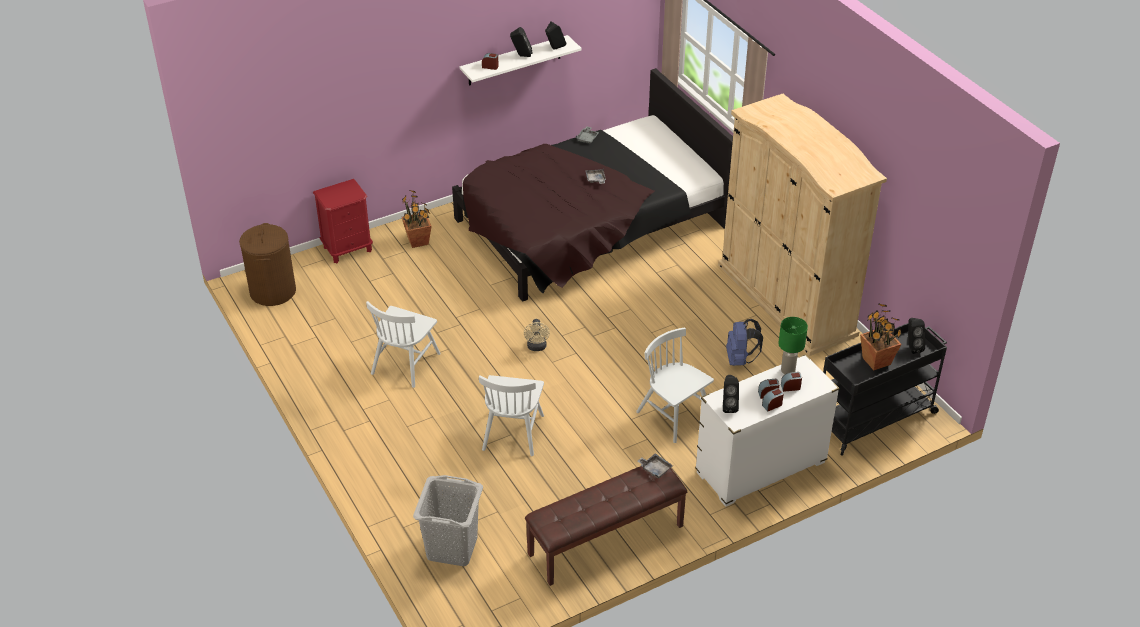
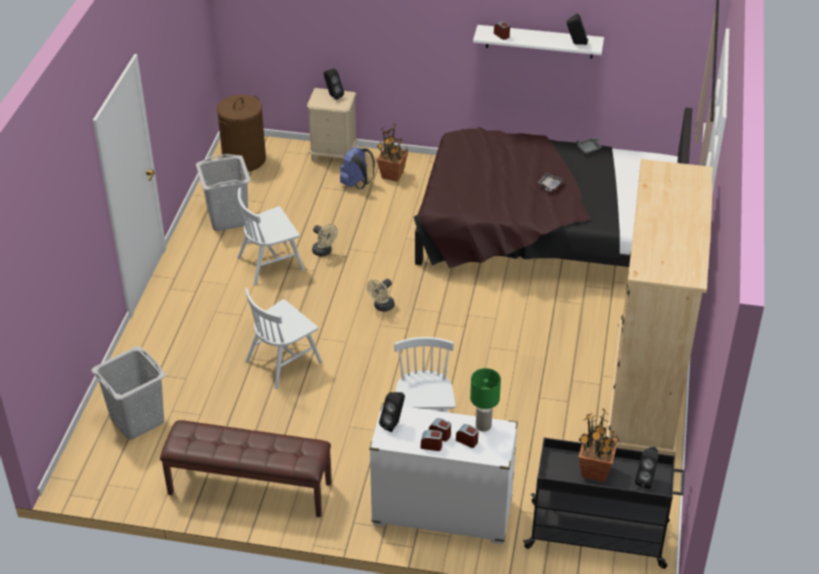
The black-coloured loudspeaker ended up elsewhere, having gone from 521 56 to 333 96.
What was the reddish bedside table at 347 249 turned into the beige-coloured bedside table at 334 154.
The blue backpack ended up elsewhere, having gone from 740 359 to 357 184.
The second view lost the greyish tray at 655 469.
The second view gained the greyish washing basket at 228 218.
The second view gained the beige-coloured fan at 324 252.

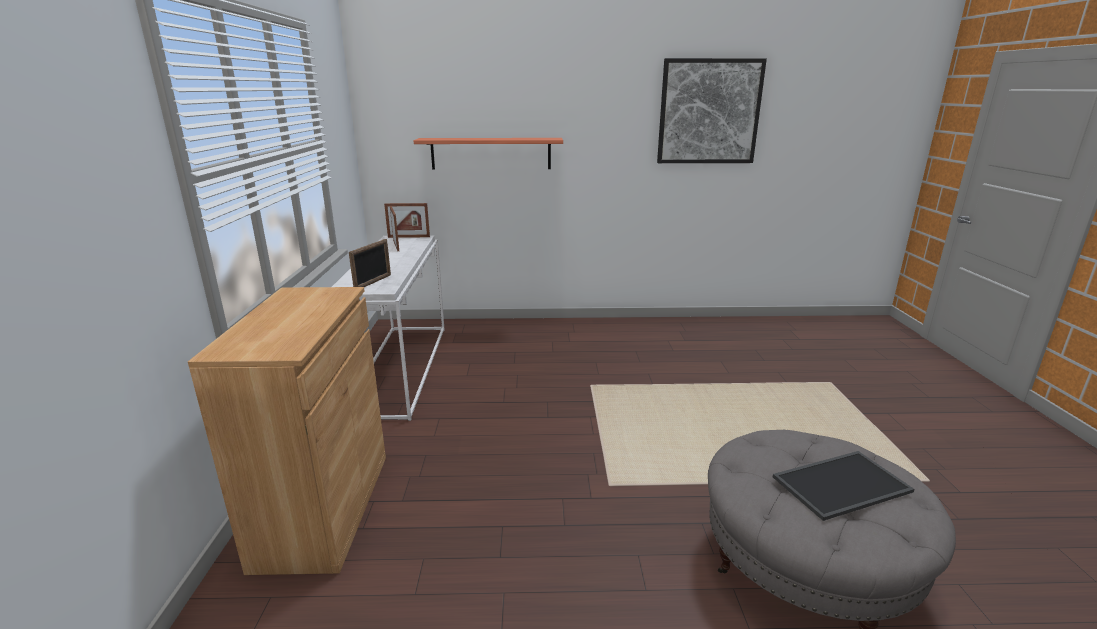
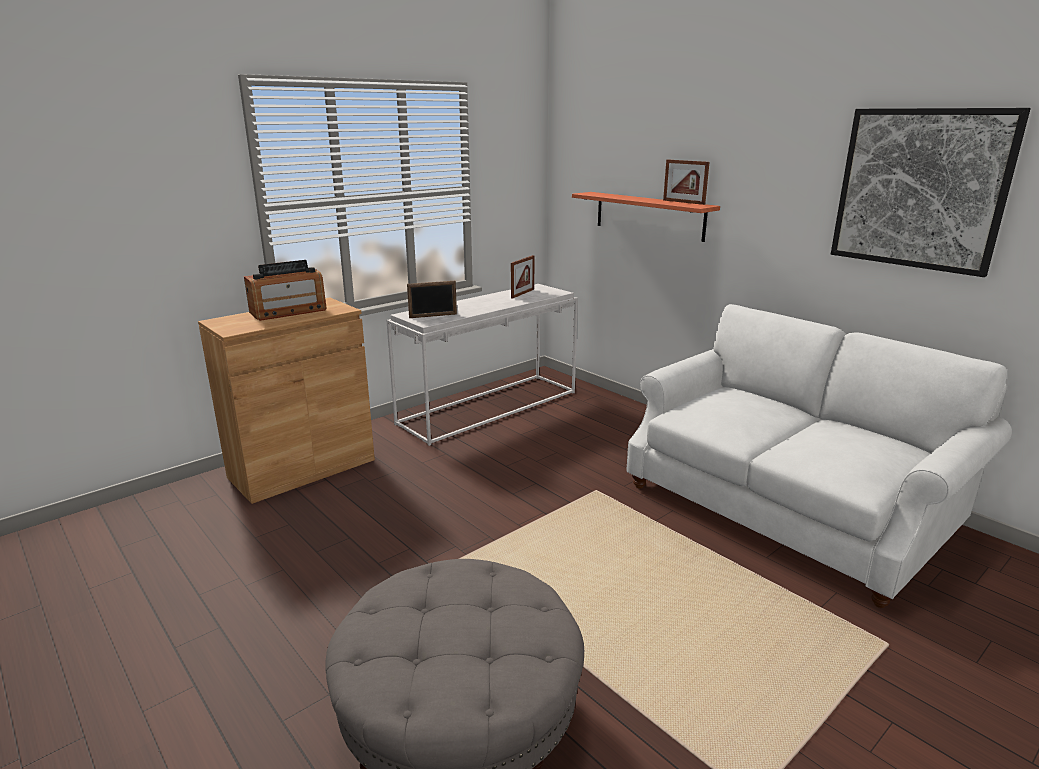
The standing frame ended up elsewhere, having gone from 409 237 to 683 202.
The second view lost the tray at 841 483.
The second view gained the radio set at 288 311.
The second view gained the white-coloured sofa at 787 507.

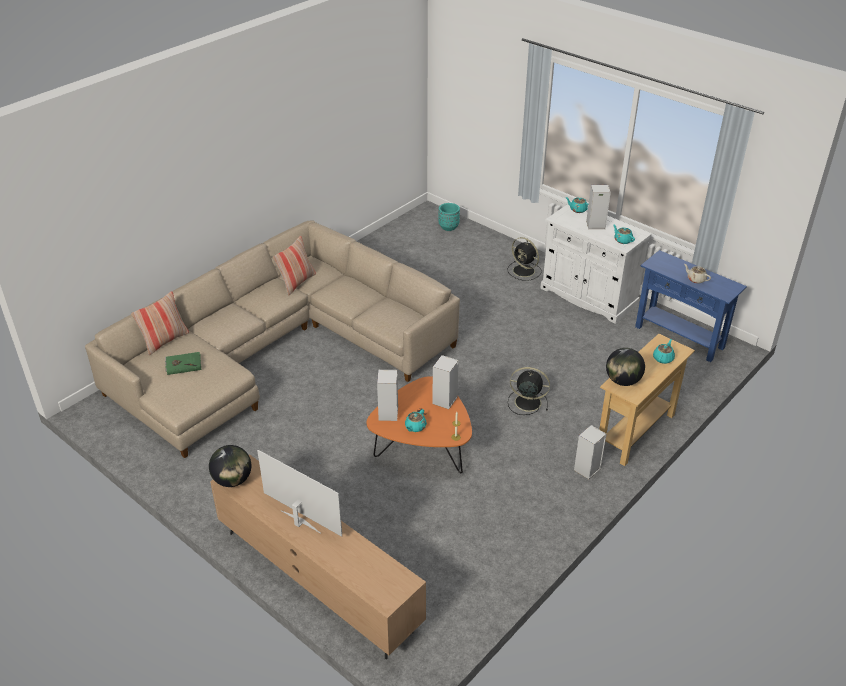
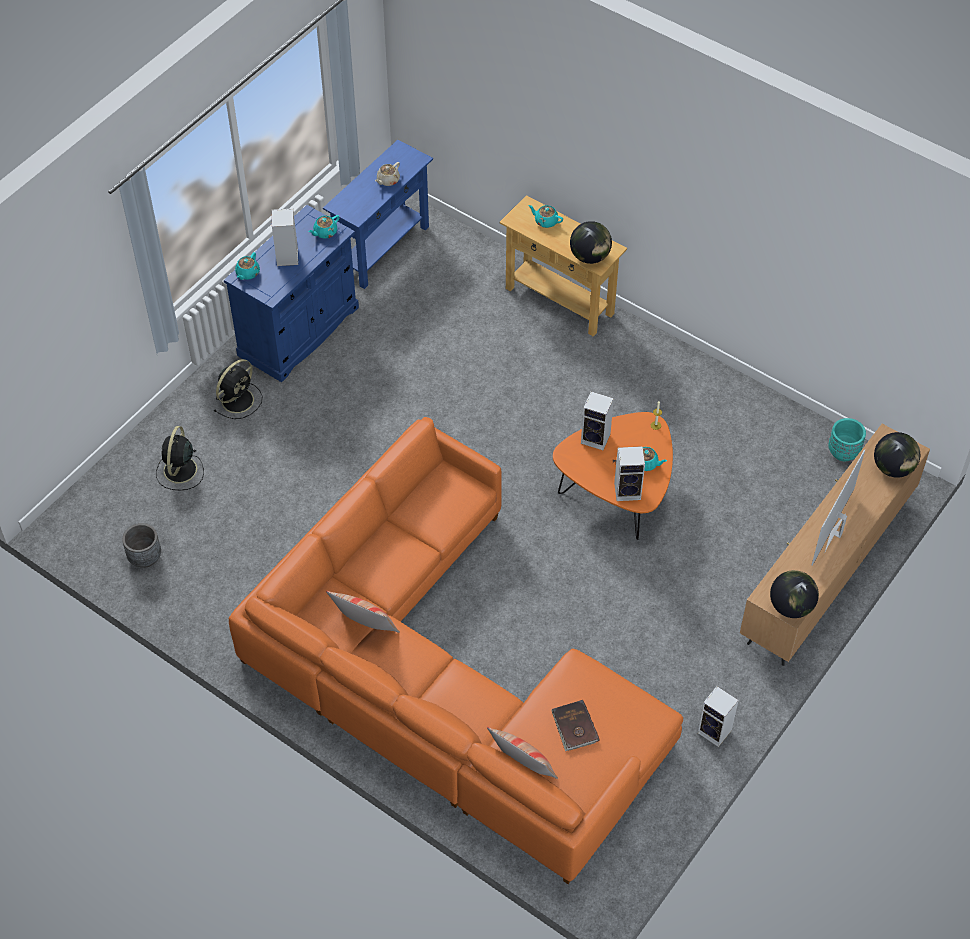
The turquoise-coloured planter ended up elsewhere, having gone from 448 227 to 843 452.
What was the white-coloured cupboard at 588 296 turned into the blue cupboard at 299 331.
What was the beige-coloured sofa at 276 351 turned into the orange sofa at 446 679.
What was the greenish bound book at 183 364 turned into the brown bound book at 574 727.
The black-coloured fan ended up elsewhere, having gone from 526 402 to 180 471.
The loudspeaker ended up elsewhere, having gone from 587 470 to 715 732.
The second view gained the globe at 893 468.
The second view gained the greyish planter at 145 557.

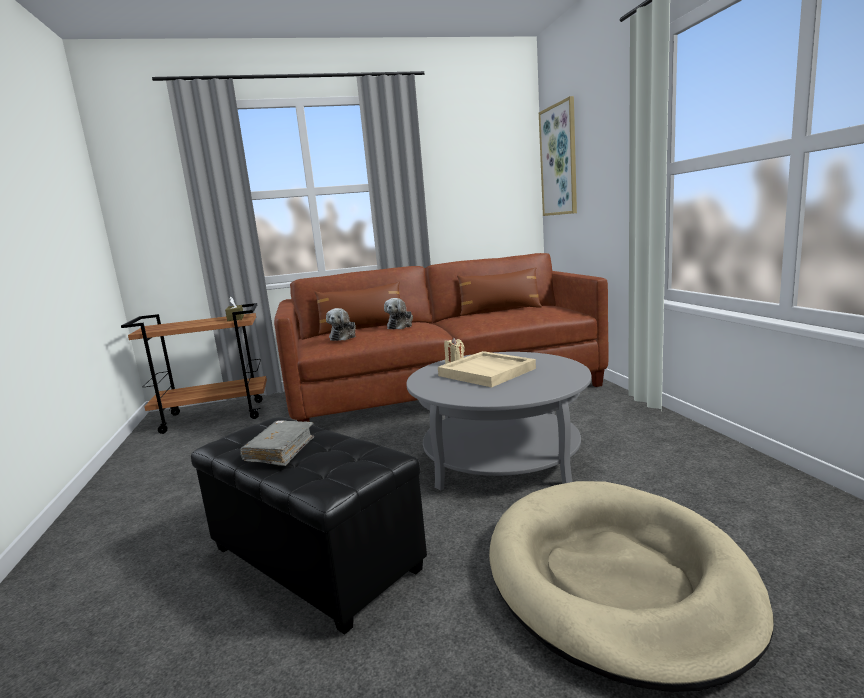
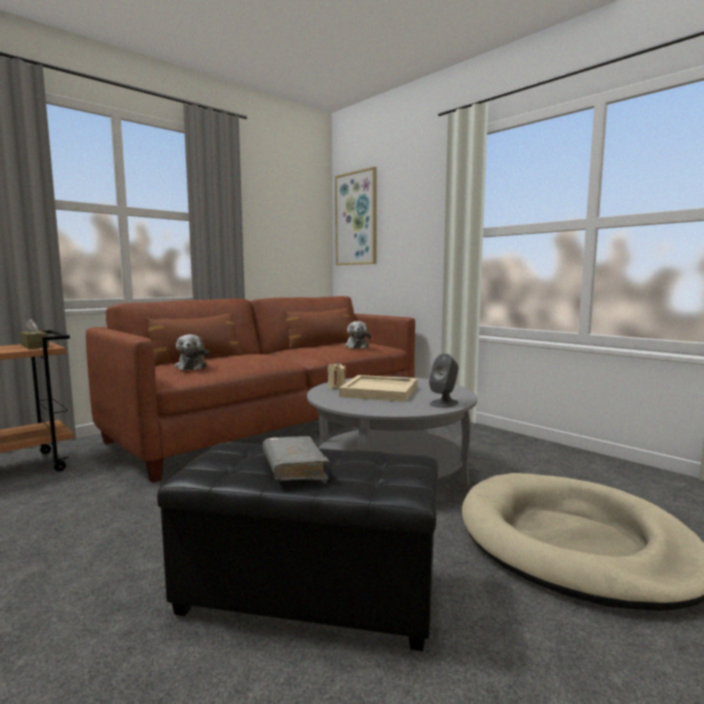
The soft toy ended up elsewhere, having gone from 401 326 to 356 346.
The second view gained the greyish loudspeaker at 444 403.

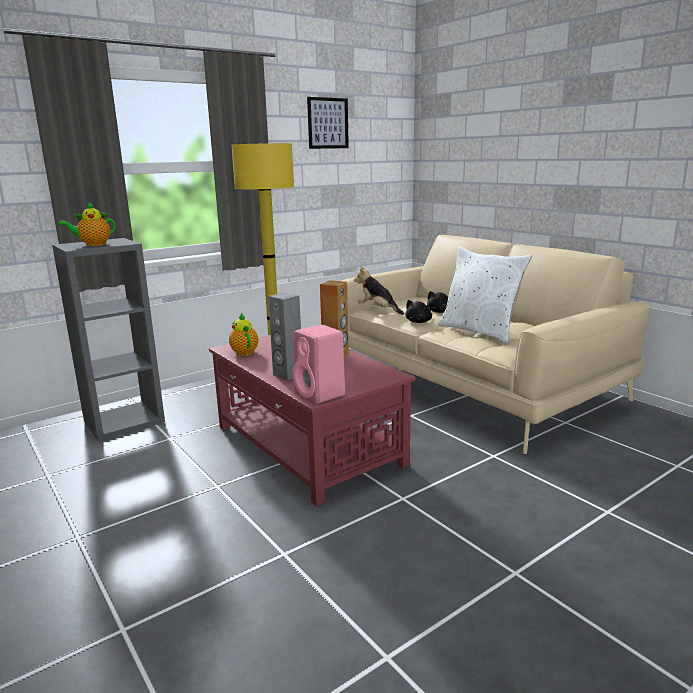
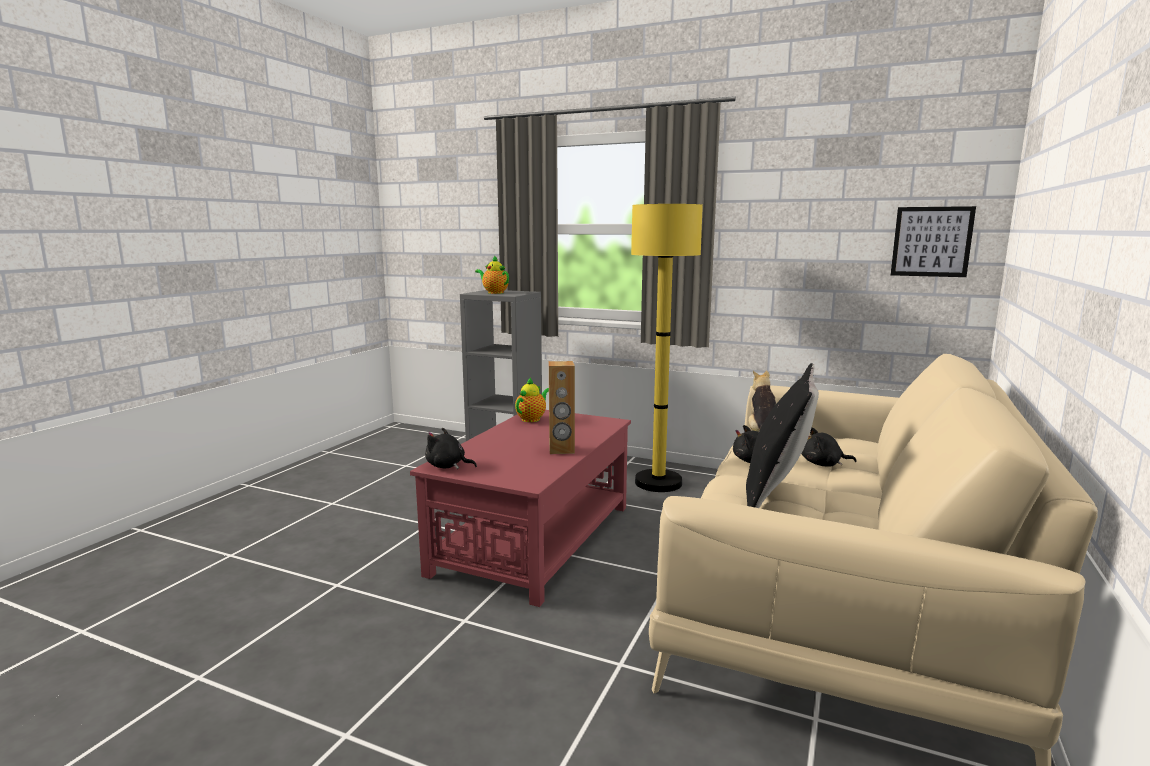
The wall art ended up elsewhere, having gone from 328 123 to 931 241.
What was the white-coloured throw pillow at 479 331 turned into the black-coloured throw pillow at 776 501.
The second view lost the greyish loudspeaker at 287 375.
Where the pinkish loudspeaker stood at 321 394, the black-coloured soft toy came to stand at 447 466.

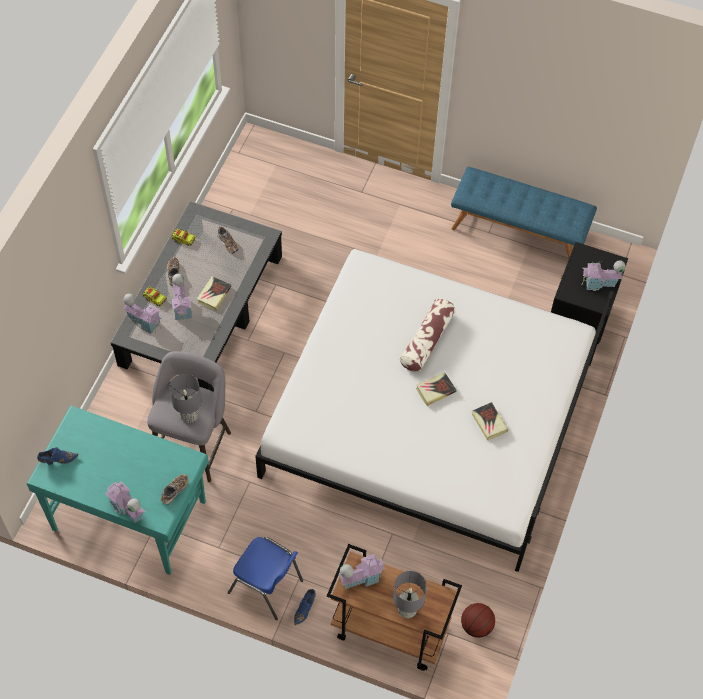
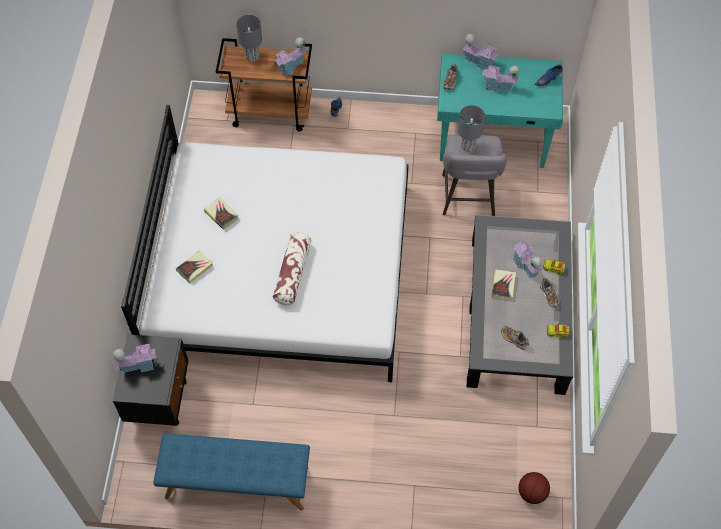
The miniature house ended up elsewhere, having gone from 144 322 to 498 86.
The bound book ended up elsewhere, having gone from 435 390 to 195 268.
The second view lost the blue upright chair at 267 587.
The basketball ball ended up elsewhere, having gone from 476 626 to 532 493.

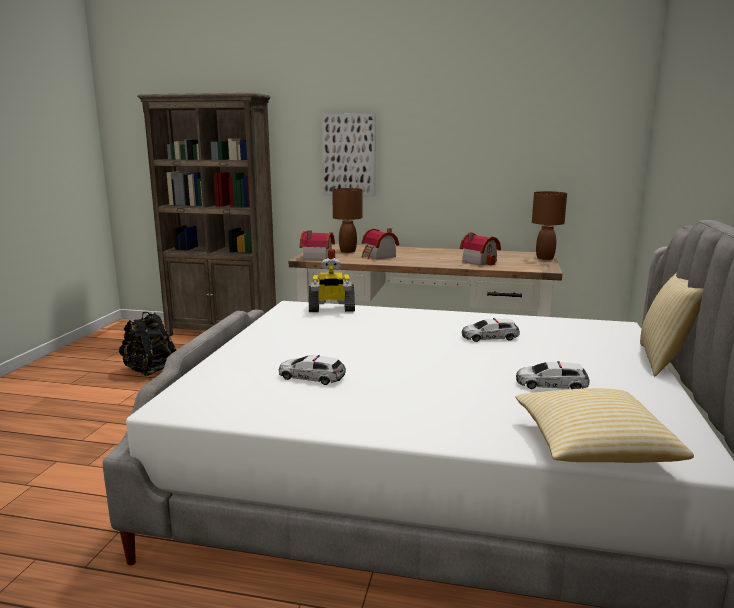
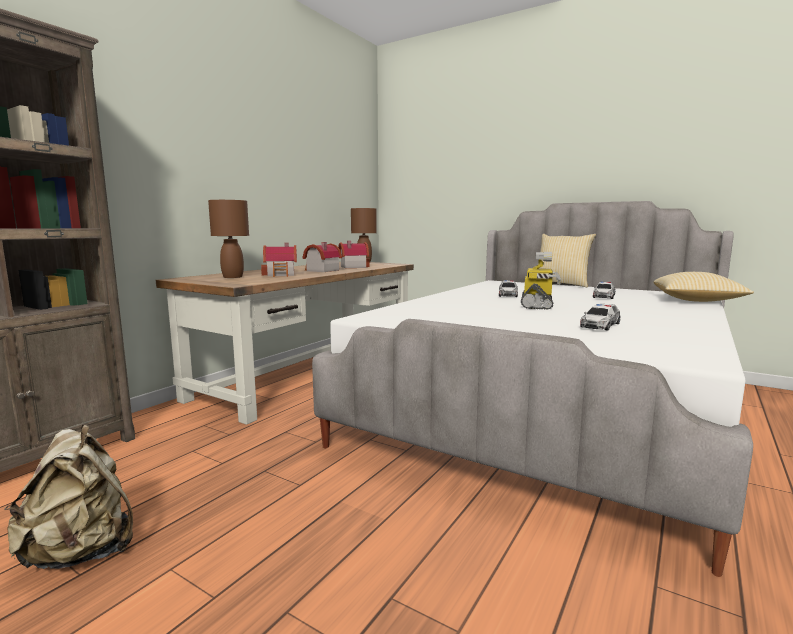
The second view lost the wall art at 349 155.
The miniature house ended up elsewhere, having gone from 317 257 to 320 270.
The model robot ended up elsewhere, having gone from 331 309 to 537 305.
What was the black-coloured backpack at 149 370 turned into the beige-coloured backpack at 81 552.

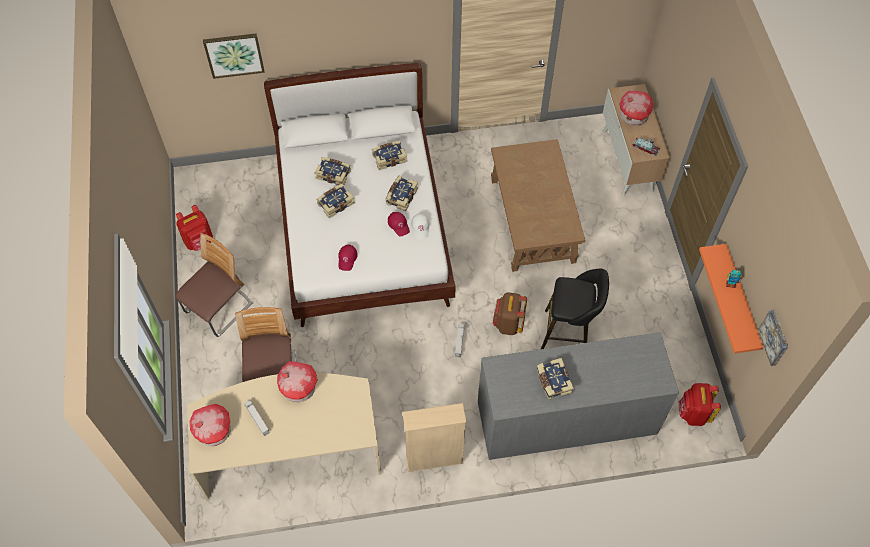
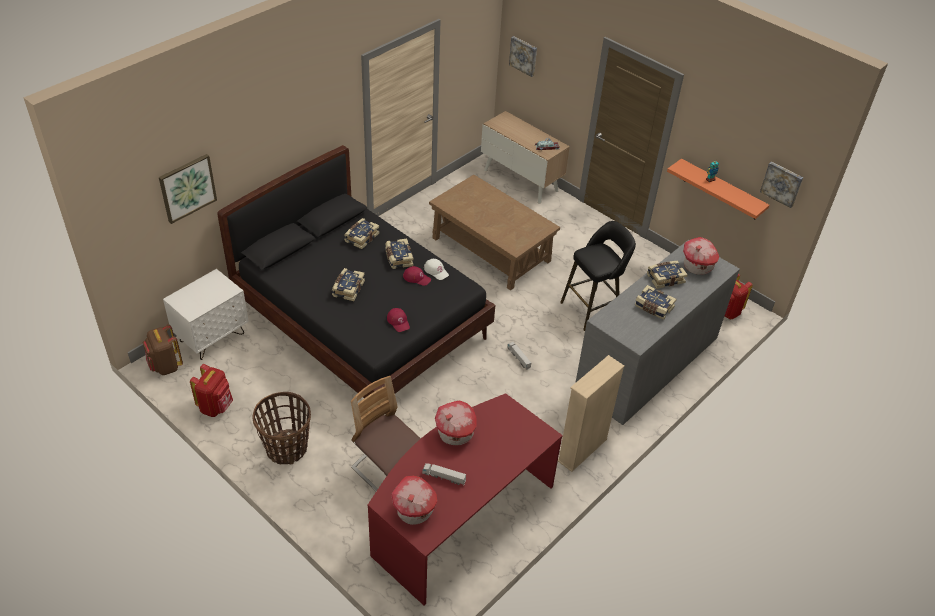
What was the white-coloured sleeping bed at 363 229 turned into the black-coloured sleeping bed at 362 321.
The miniature house ended up elsewhere, having gone from 633 116 to 697 266.
The bound book ended up elsewhere, having gone from 333 174 to 665 278.
Where the upright chair stood at 219 308, the basket came to stand at 286 448.
The brown backpack ended up elsewhere, having gone from 508 324 to 165 366.
What was the beige-coloured desk unit at 291 449 turned into the reddish desk unit at 460 517.
The second view gained the wall art at 523 56.
The second view gained the white-coloured bedside table at 212 337.

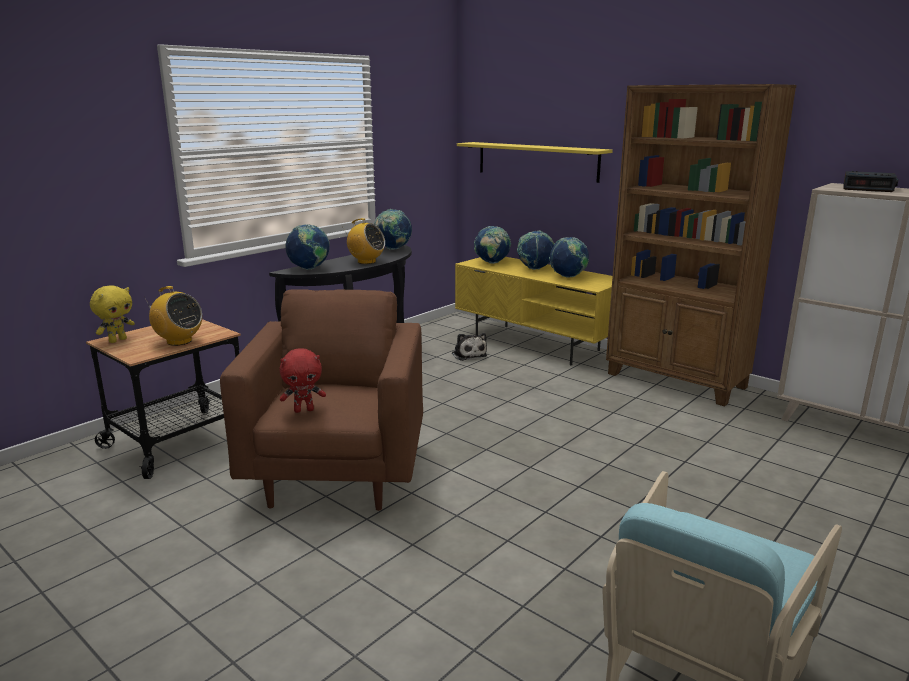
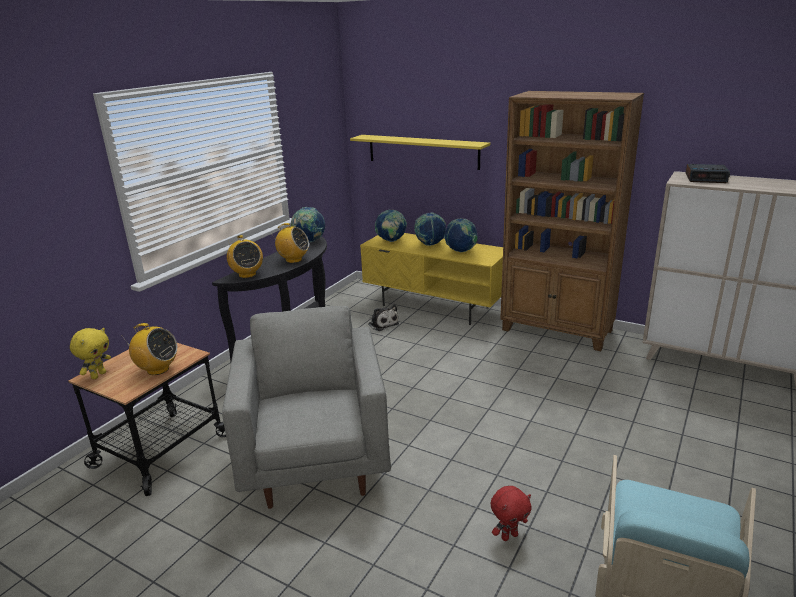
Where the globe stood at 309 269, the radio set came to stand at 247 274.
What was the brown armchair at 338 473 turned into the greyish armchair at 316 463.
The reddish soft toy ended up elsewhere, having gone from 304 410 to 509 536.

